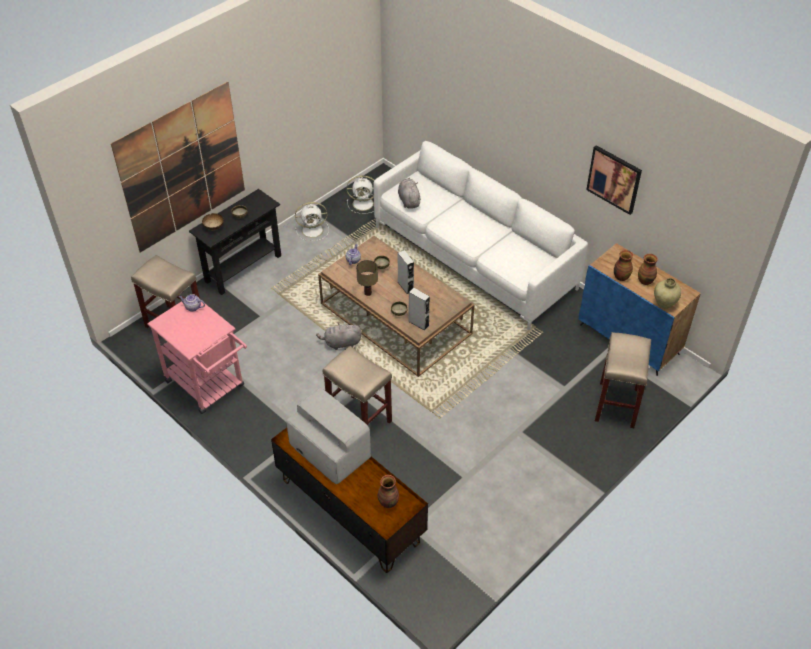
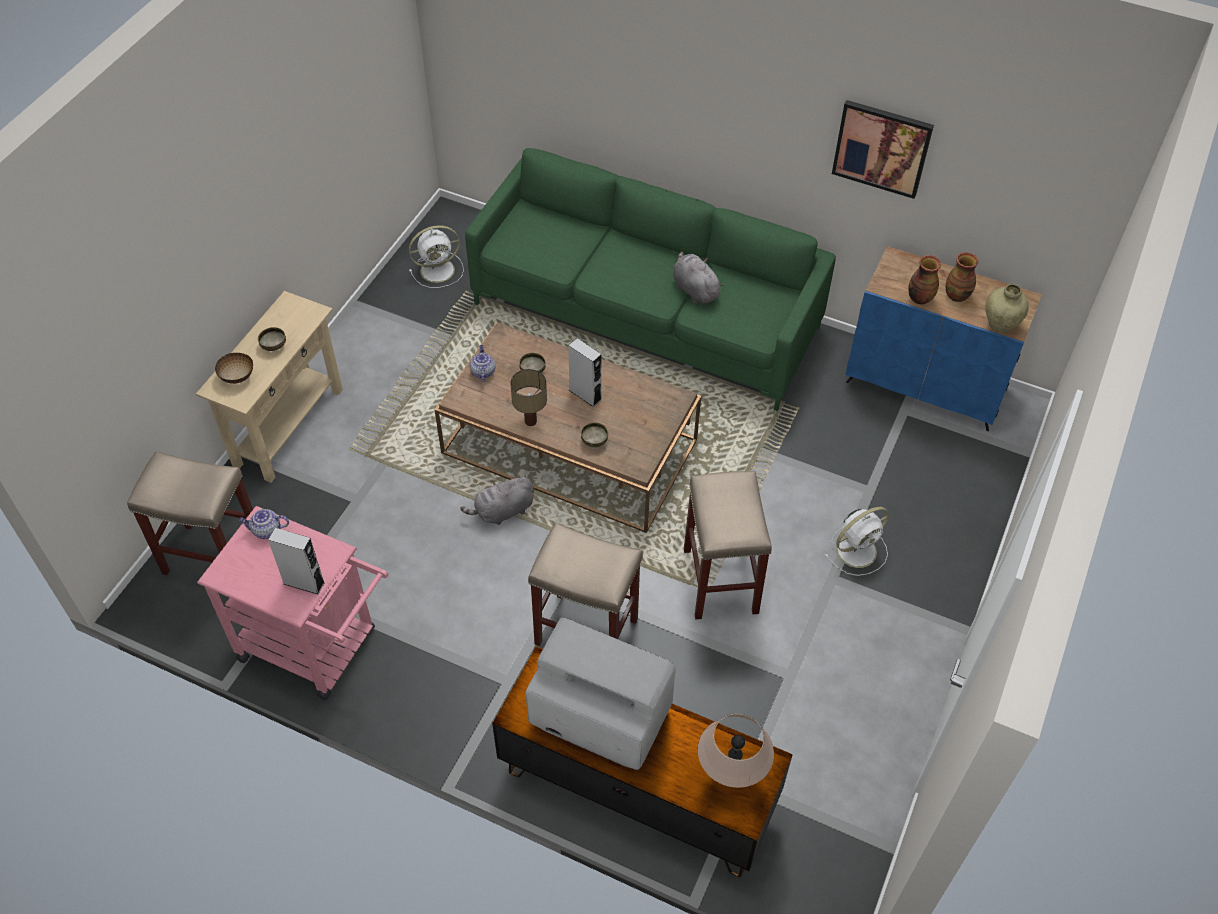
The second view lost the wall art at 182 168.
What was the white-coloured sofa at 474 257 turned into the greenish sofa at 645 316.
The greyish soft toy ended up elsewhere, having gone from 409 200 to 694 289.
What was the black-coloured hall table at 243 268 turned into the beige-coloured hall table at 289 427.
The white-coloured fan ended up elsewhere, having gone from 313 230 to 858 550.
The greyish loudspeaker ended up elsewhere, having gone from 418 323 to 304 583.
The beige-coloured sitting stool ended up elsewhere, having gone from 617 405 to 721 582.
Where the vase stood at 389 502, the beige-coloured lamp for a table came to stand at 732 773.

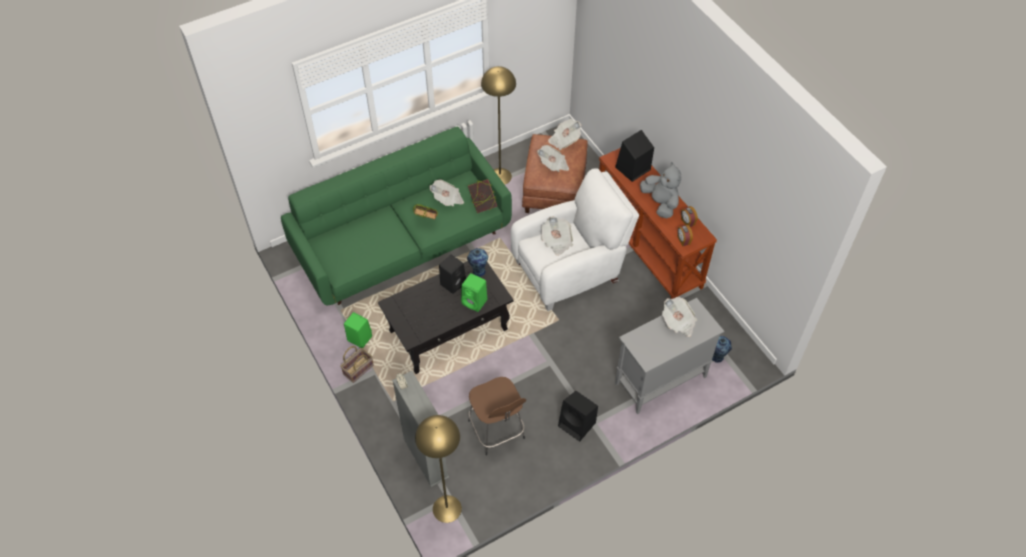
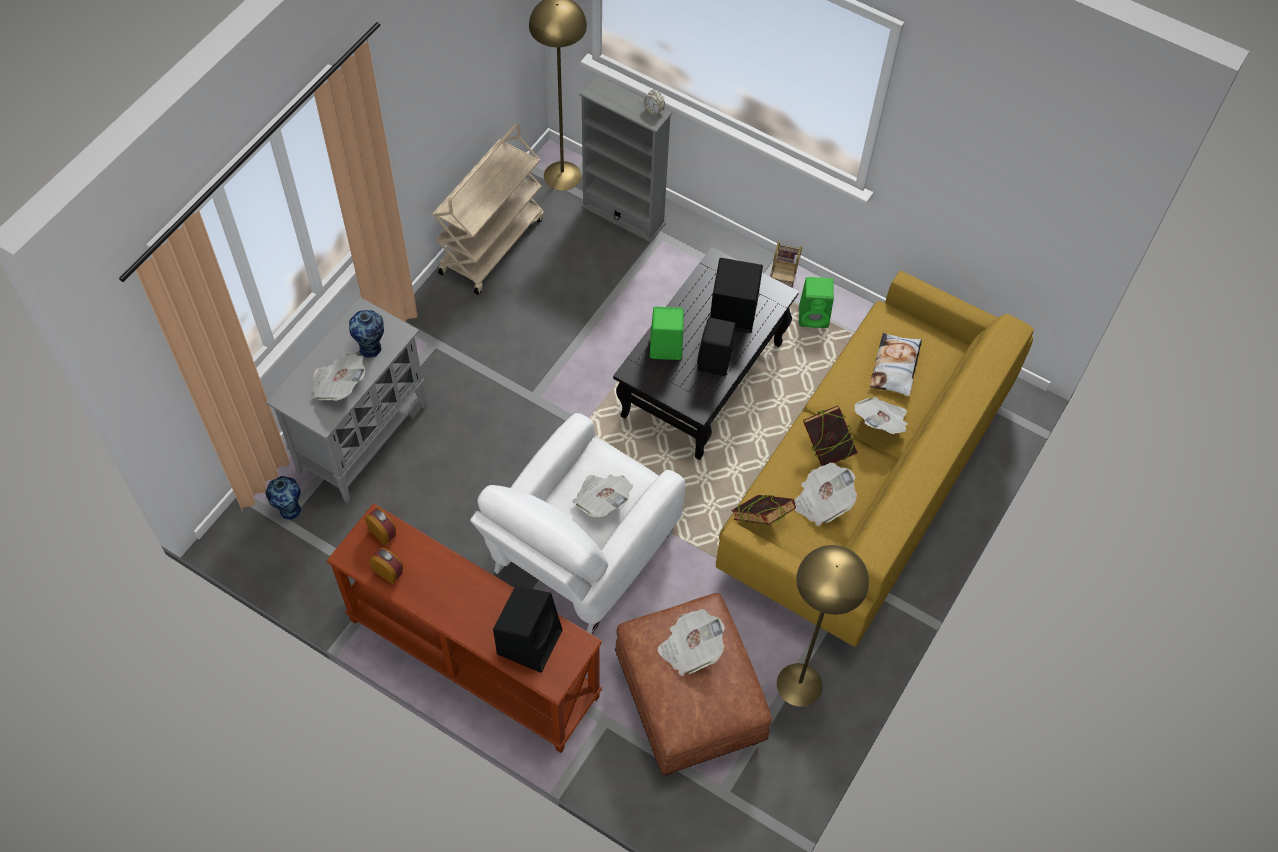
The daily paper ended up elsewhere, having gone from 564 140 to 881 423.
What was the greenish sofa at 403 243 turned into the yellow-coloured sofa at 863 482.
The second view lost the greyish soft toy at 660 203.
The vase ended up elsewhere, having gone from 478 271 to 371 348.
The second view lost the brown sitting stool at 497 431.
The black-coloured loudspeaker ended up elsewhere, having gone from 577 424 to 731 312.
The second view gained the beige-coloured trolley at 491 244.
The second view gained the throw pillow at 895 367.

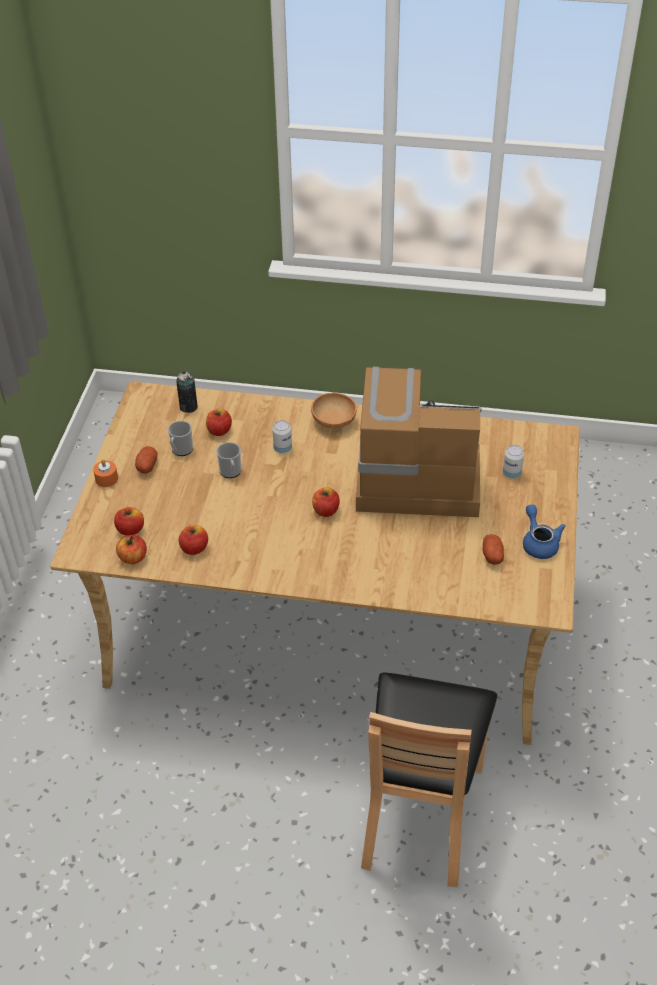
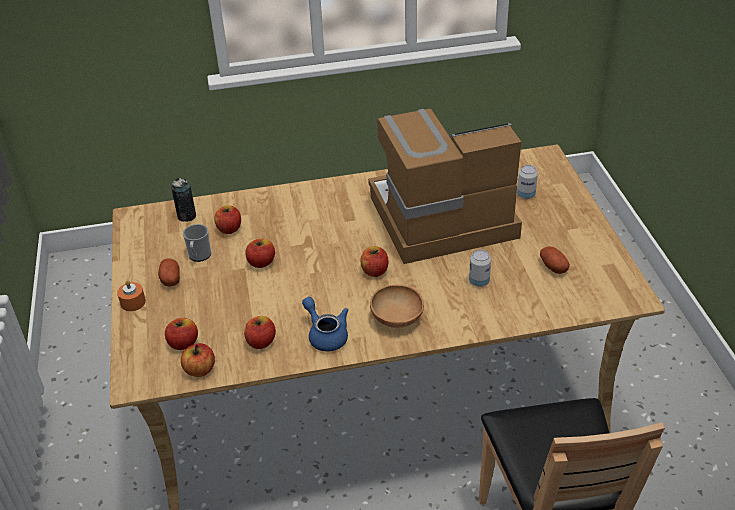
The brown serving bowl ended up elsewhere, having gone from 333 422 to 397 320.
The sealed can ended up elsewhere, having gone from 282 448 to 479 282.
Where the mug stood at 231 472, the apple fruit came to stand at 261 262.
The blue pot for tea ended up elsewhere, having gone from 539 542 to 326 335.

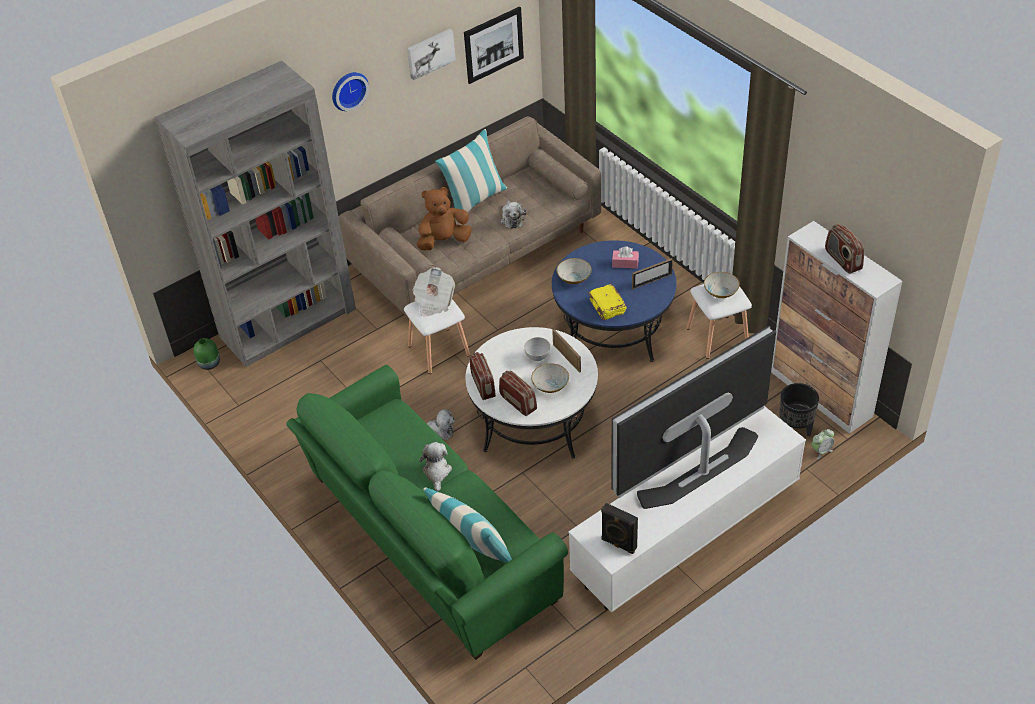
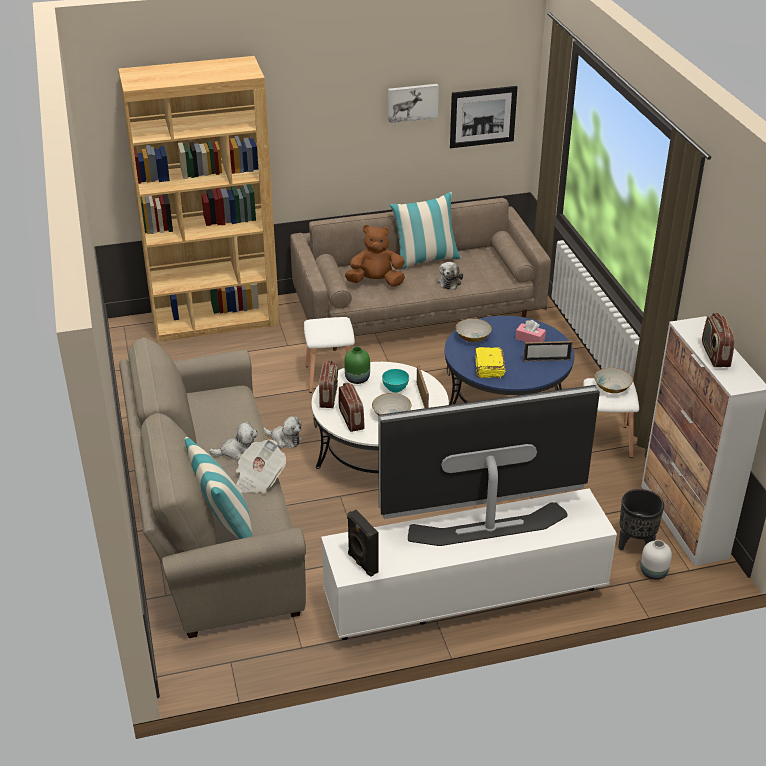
What was the greyish shelving unit at 288 322 turned into the brown shelving unit at 216 320.
The second view lost the clock on the wall at 348 90.
The daily paper ended up elsewhere, having gone from 434 301 to 259 479.
What was the greyish serving bowl at 537 356 turned into the turquoise-coloured serving bowl at 395 388.
The greenish vase ended up elsewhere, having gone from 210 363 to 358 378.
What was the greenish sofa at 426 541 turned into the beige-coloured sofa at 213 523.
Where the table clock stood at 821 451, the white-coloured vase came to stand at 653 572.
The soft toy at 437 472 ended up facing another way, 60 degrees clockwise from before.

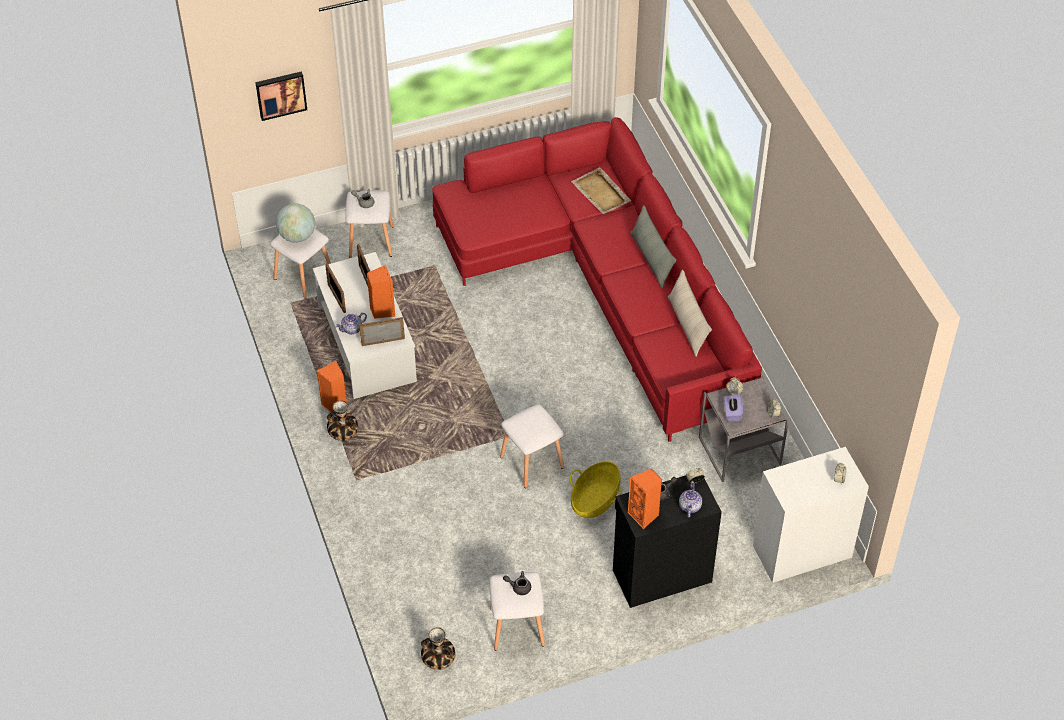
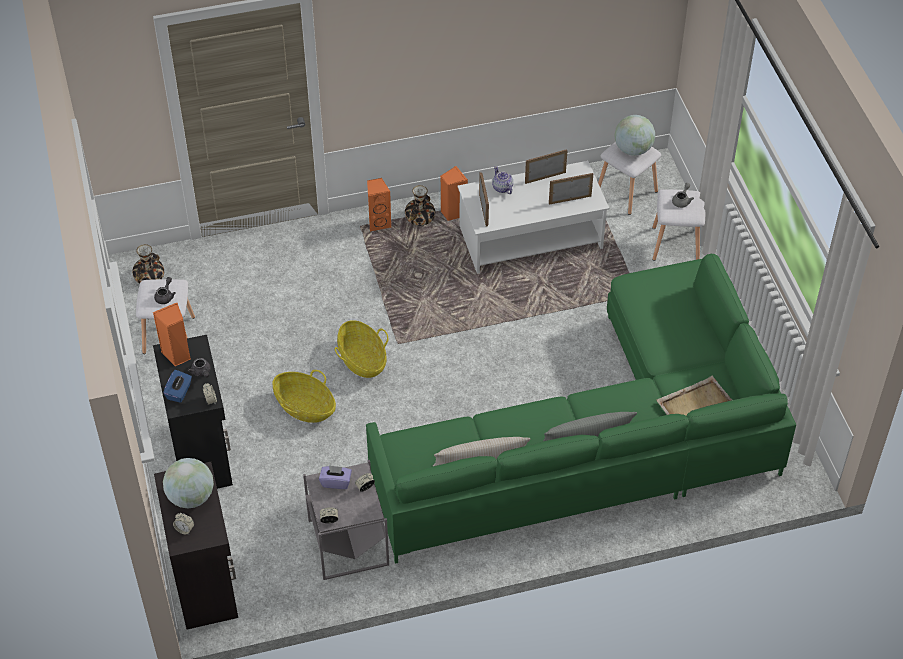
The second view lost the wall art at 280 94.
What was the reddish sofa at 604 286 turned into the greenish sofa at 602 442.
The orange loudspeaker ended up elsewhere, having gone from 382 311 to 378 223.
Where the white-coloured sitting stool stood at 532 461, the basket came to stand at 362 360.
What was the white-coloured cupboard at 800 550 turned into the black-coloured cupboard at 205 581.
Where the pot for tea stood at 689 506, the blue box of tissues came to stand at 179 392.
The second view gained the globe at 191 497.

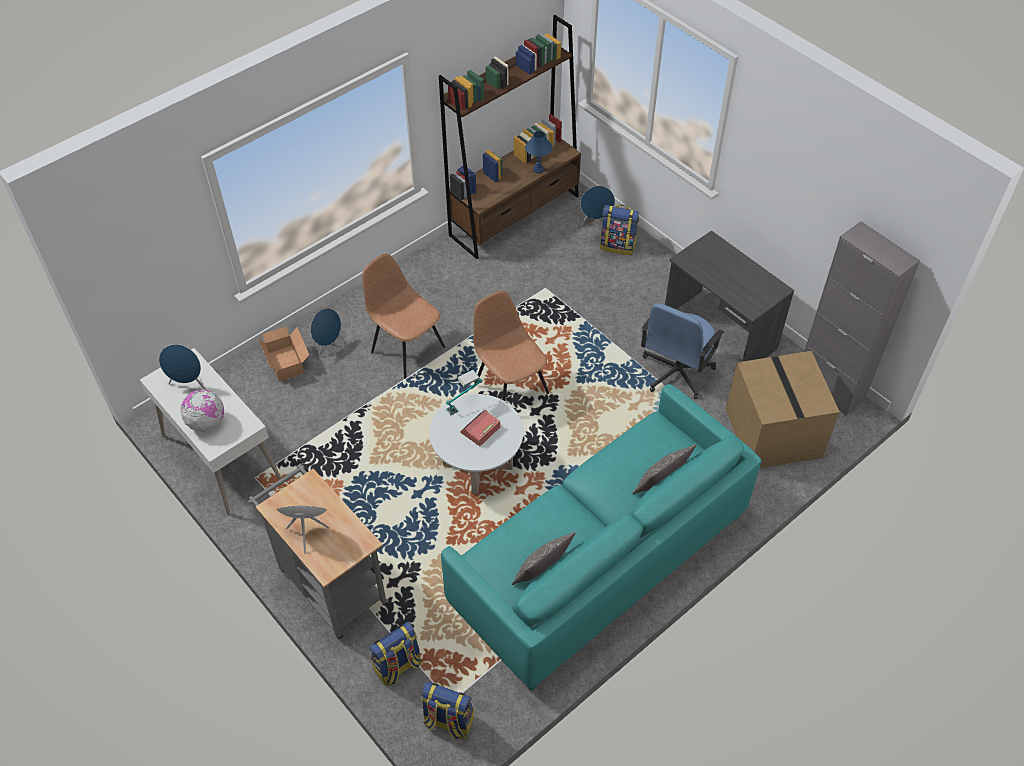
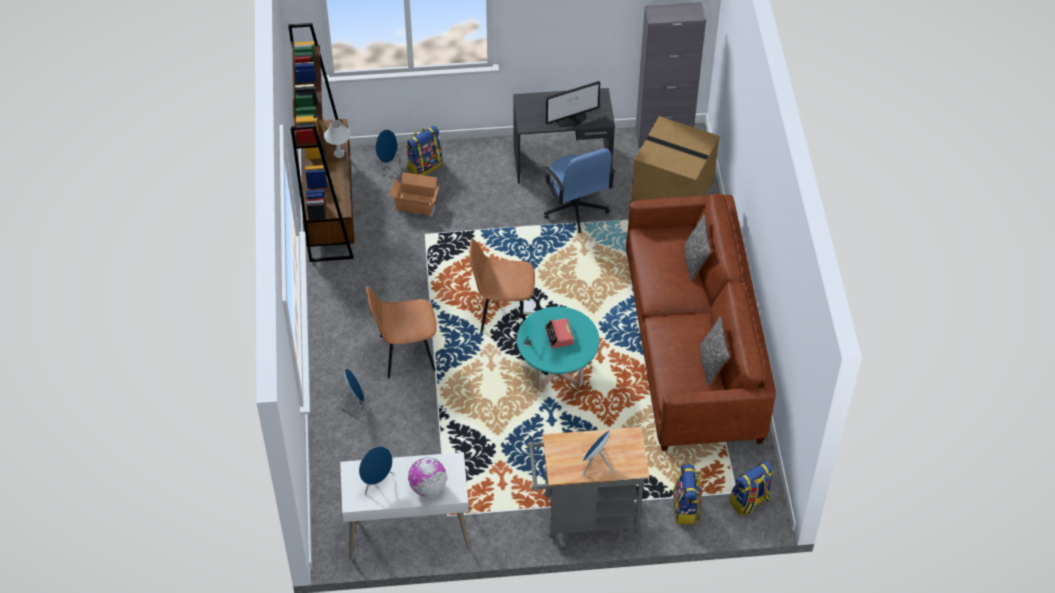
What was the blue lamp for a table at 538 169 turned into the white-coloured lamp for a table at 339 154.
The carton ended up elsewhere, having gone from 287 362 to 415 202.
What was the turquoise-coloured sofa at 599 559 turned into the brown sofa at 693 347.
What was the white-coloured lounge table at 478 466 turned into the turquoise-coloured lounge table at 557 371.
The second view gained the monitor at 571 119.

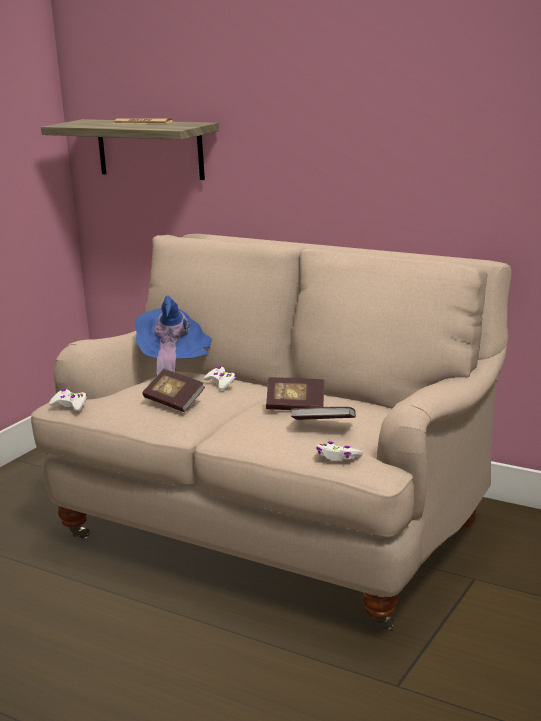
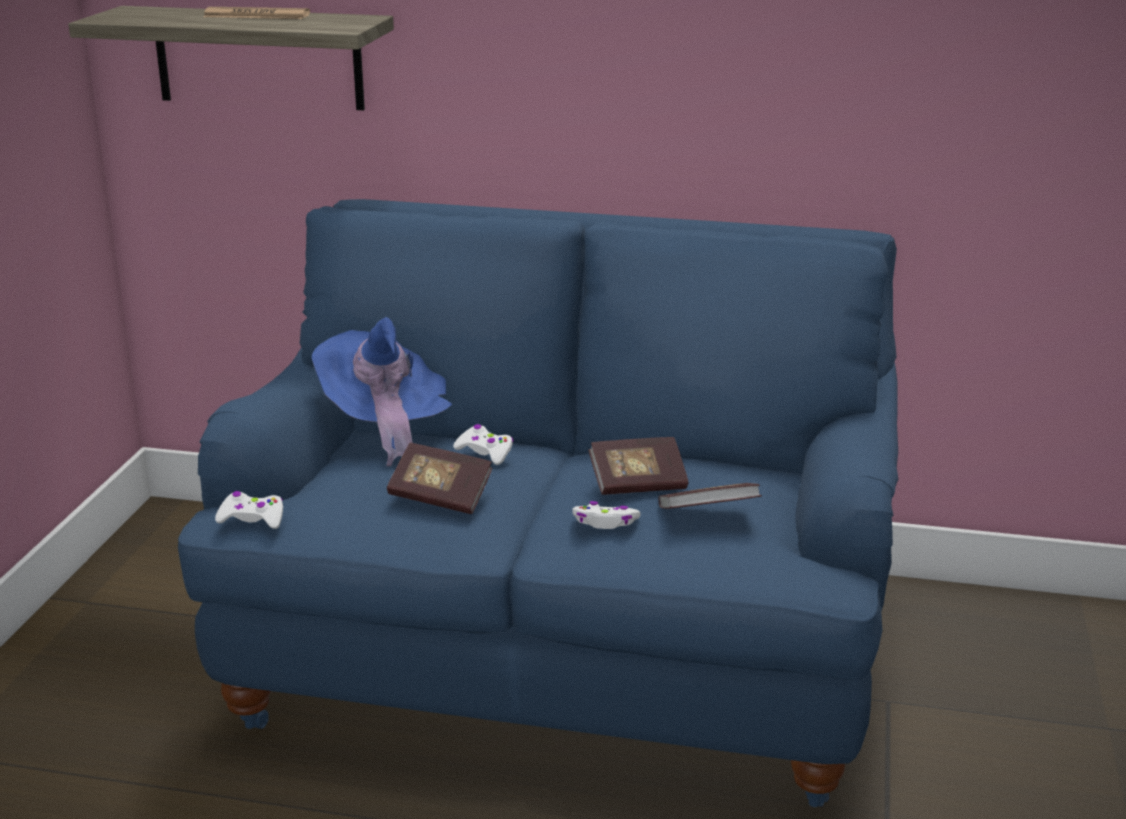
What was the beige-coloured sofa at 279 526 turned into the blue sofa at 564 658.
The white-coloured joypad ended up elsewhere, having gone from 337 457 to 605 523.

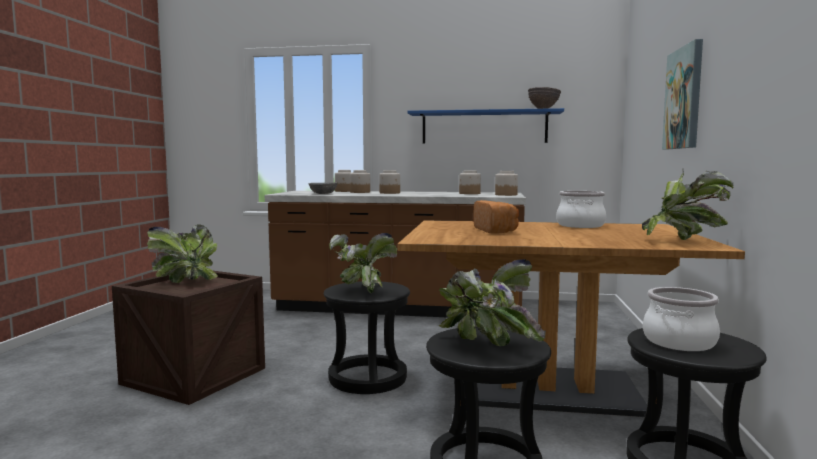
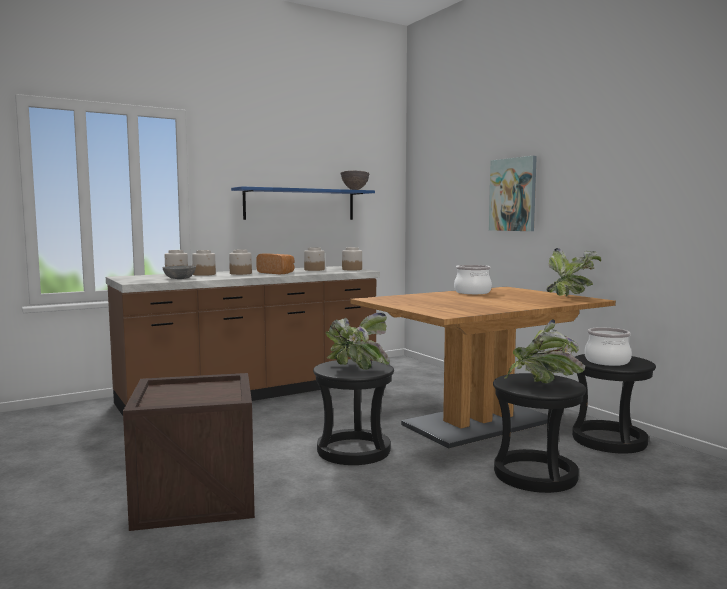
The bread ended up elsewhere, having gone from 496 230 to 277 273.
The second view lost the houseplant at 186 281.

